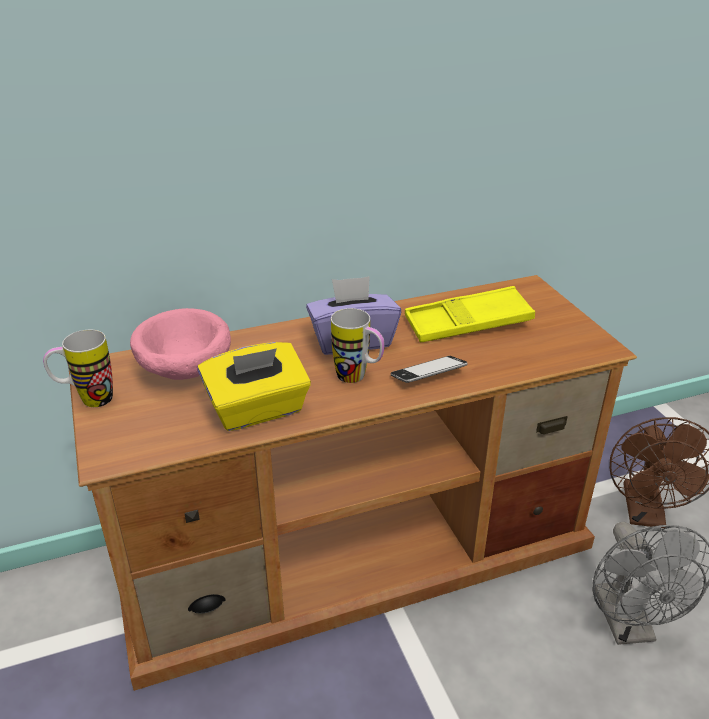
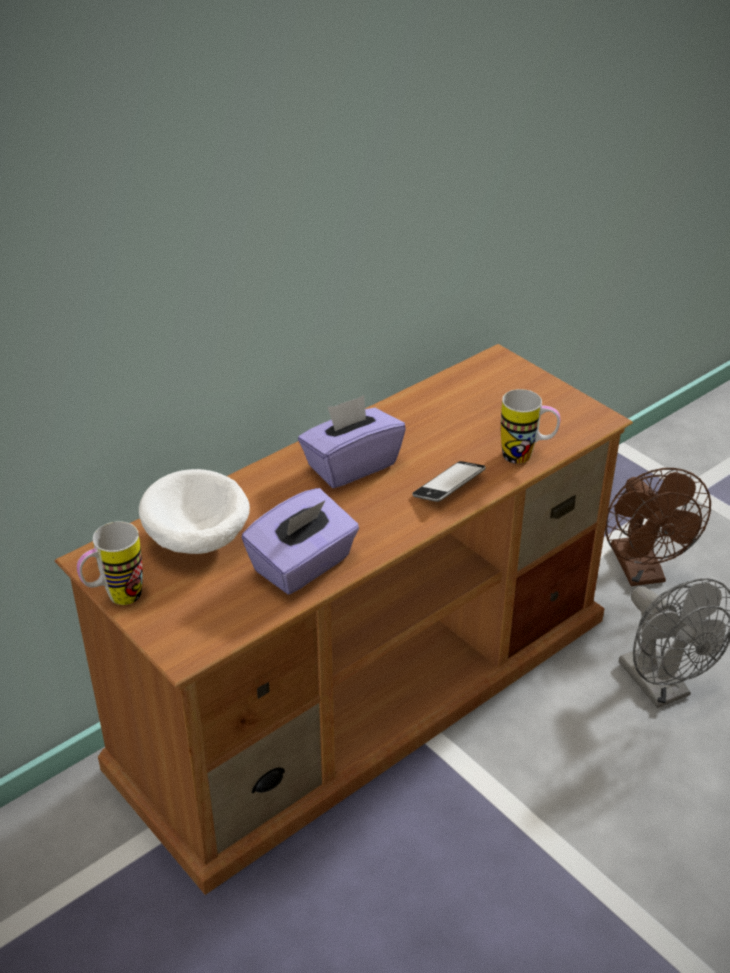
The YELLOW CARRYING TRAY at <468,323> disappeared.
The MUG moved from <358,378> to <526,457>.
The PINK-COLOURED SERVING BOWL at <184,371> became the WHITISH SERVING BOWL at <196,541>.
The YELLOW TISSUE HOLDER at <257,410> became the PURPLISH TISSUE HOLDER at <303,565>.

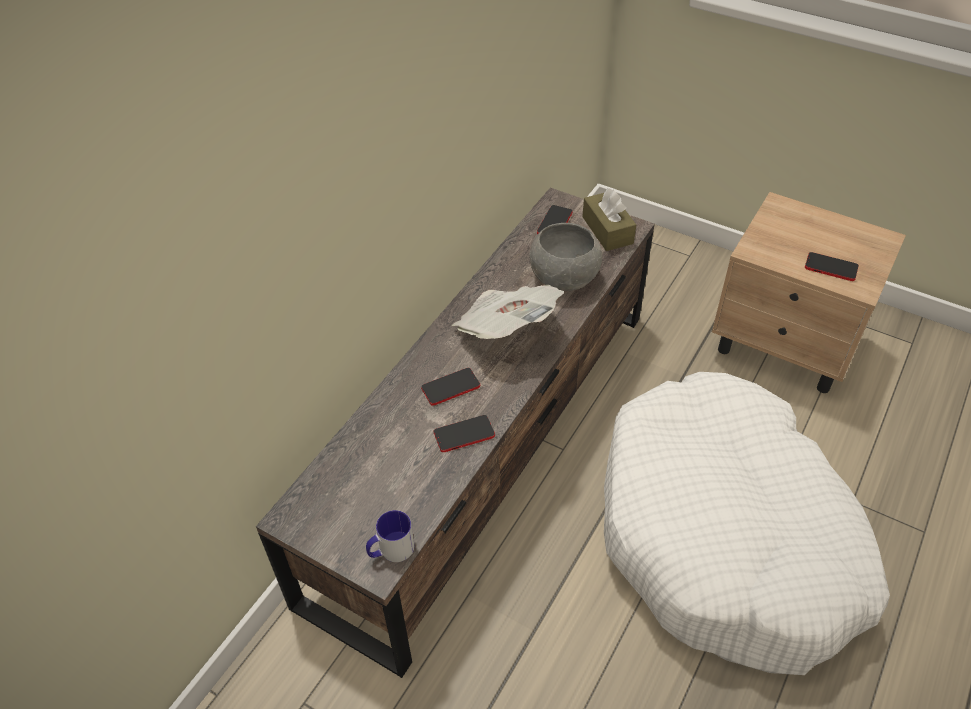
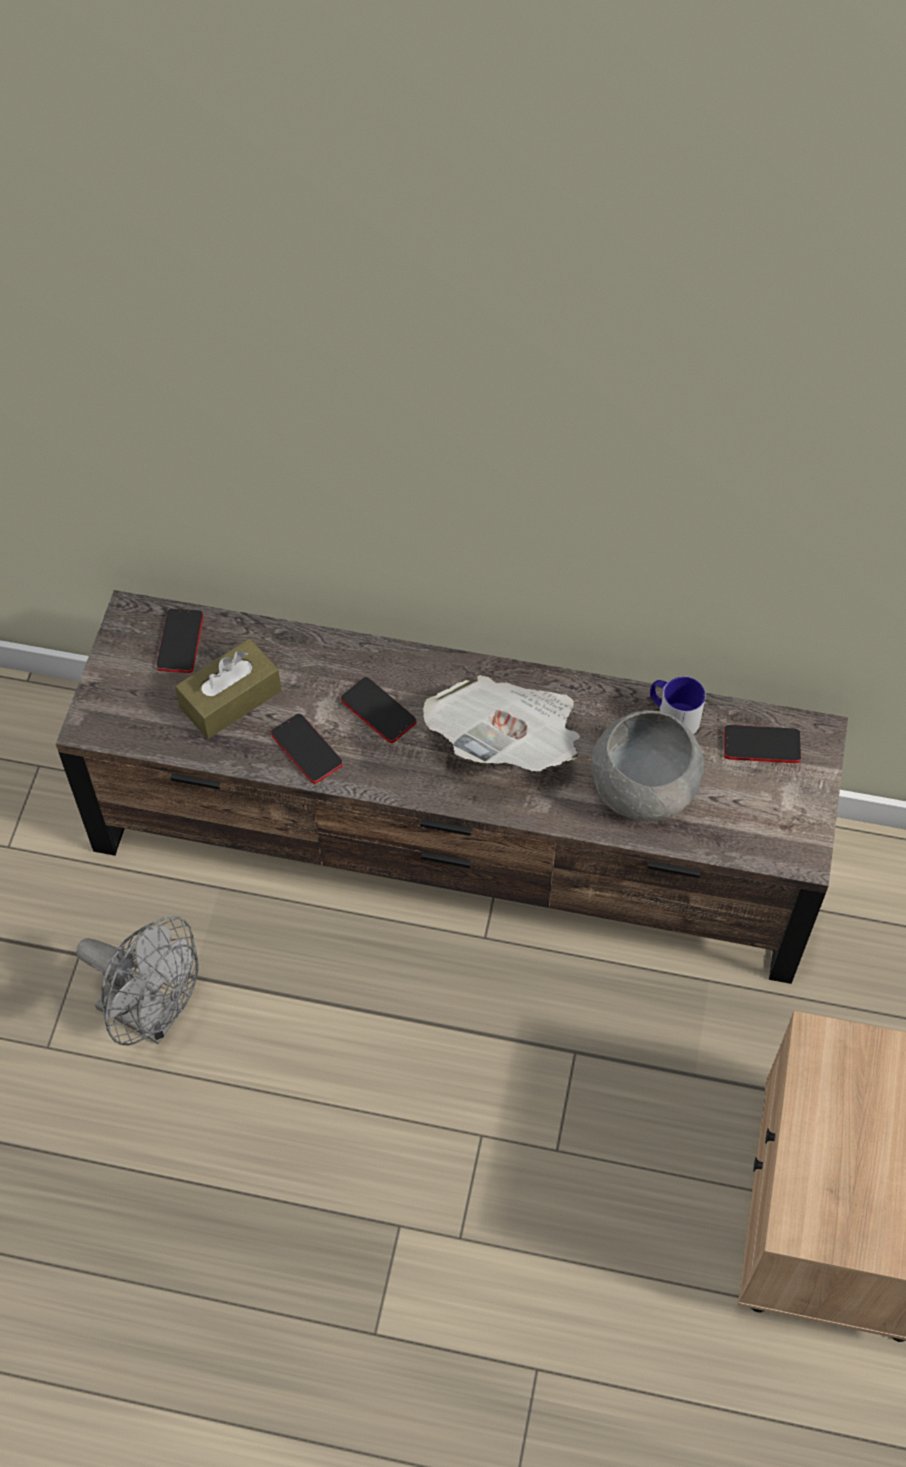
The WHITISH DOG BED at <726,537> disappeared.
The GREY ELECTRIC FAN at <152,1014> appeared.
The MUG moved from <391,550> to <672,716>.
The BROWNISH TISSUE HOLDER moved from <607,230> to <230,699>.
The HANDSET moved from <831,267> to <180,641>.

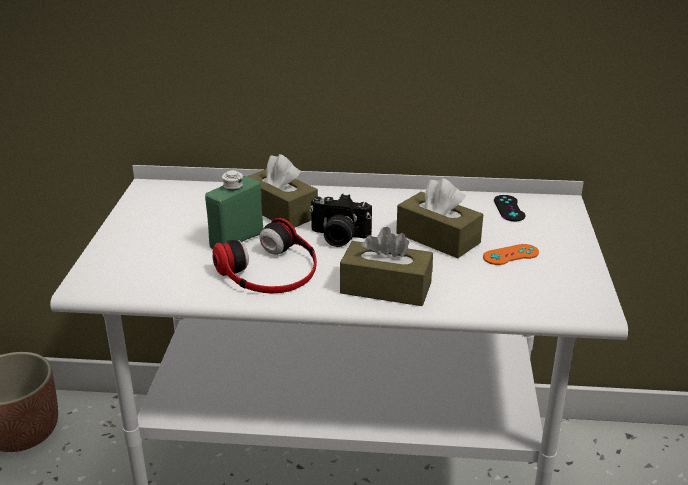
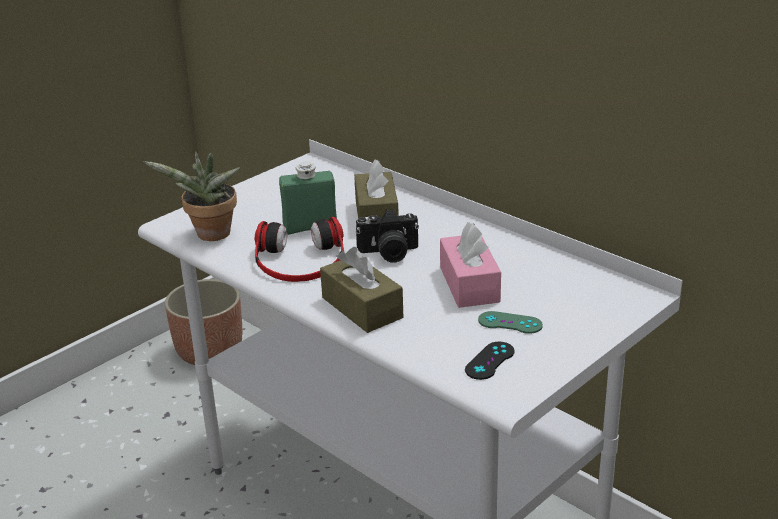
The HOUSEPLANT at <210,236> appeared.
The BLACK-COLOURED JOYPAD moved from <509,208> to <490,361>.
The BROWNISH TISSUE HOLDER at <438,238> became the PINK-COLOURED TISSUE HOLDER at <469,284>.
The ORANGE-COLOURED JOYPAD at <510,255> became the GREEN JOYPAD at <510,323>.
The STILL CAMERA at <338,237> turned 60 degrees counterclockwise.

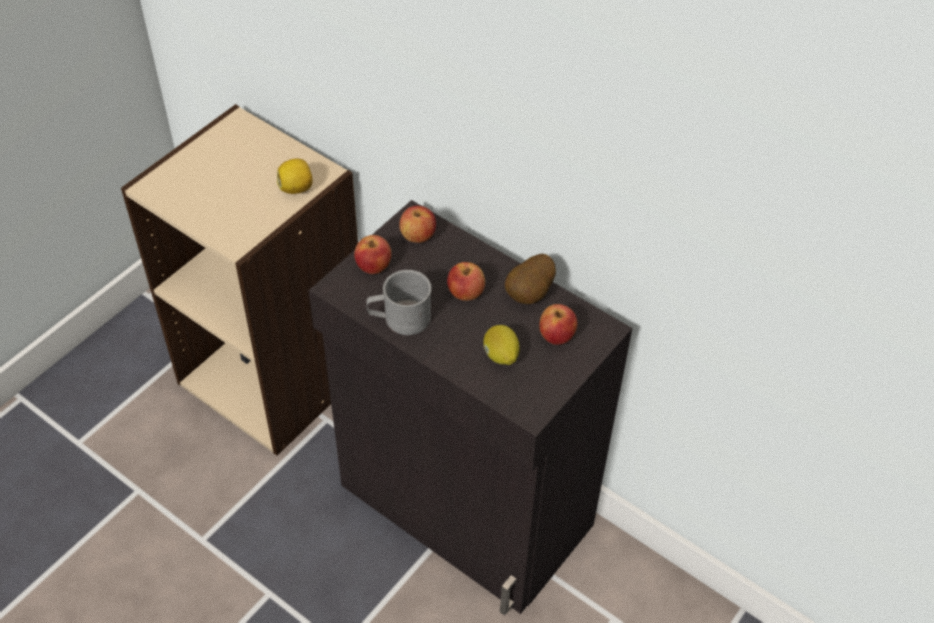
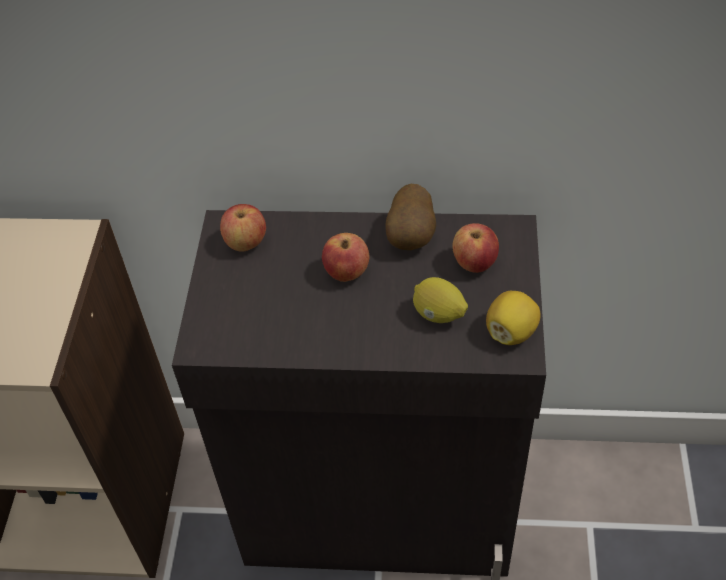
The WHOLE APPLE at <374,267> disappeared.
The GREY MUG at <399,318> disappeared.
The WHOLE LEMON moved from <296,188> to <511,332>.

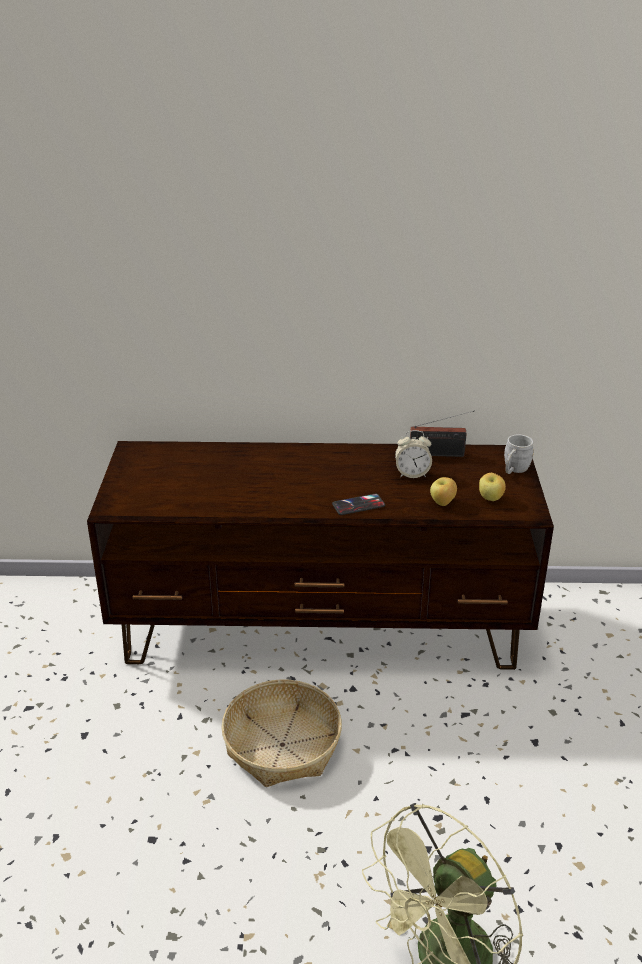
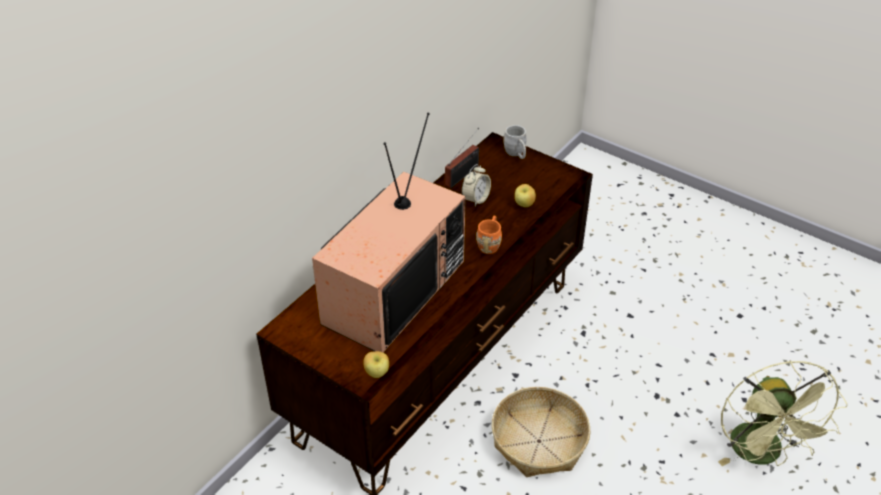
The TV SET at <393,289> appeared.
The WHOLE APPLE moved from <490,498> to <377,373>.
The HANDSET at <358,505> was replaced by the ORANGE-COLOURED MUG at <490,243>.

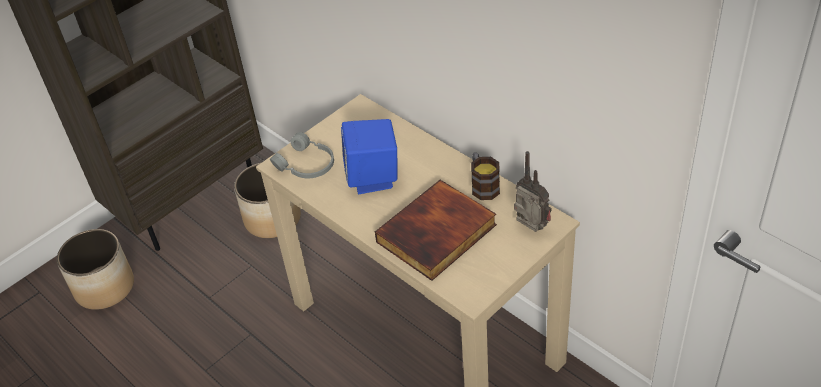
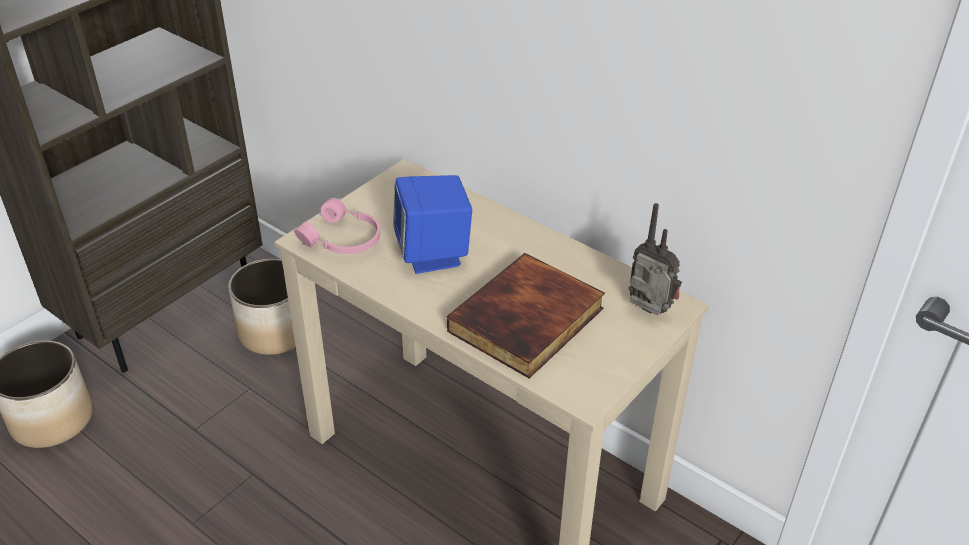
The MUG at <483,185> disappeared.
The GREY HEADPHONES at <306,165> became the PINK-COLOURED HEADPHONES at <342,240>.

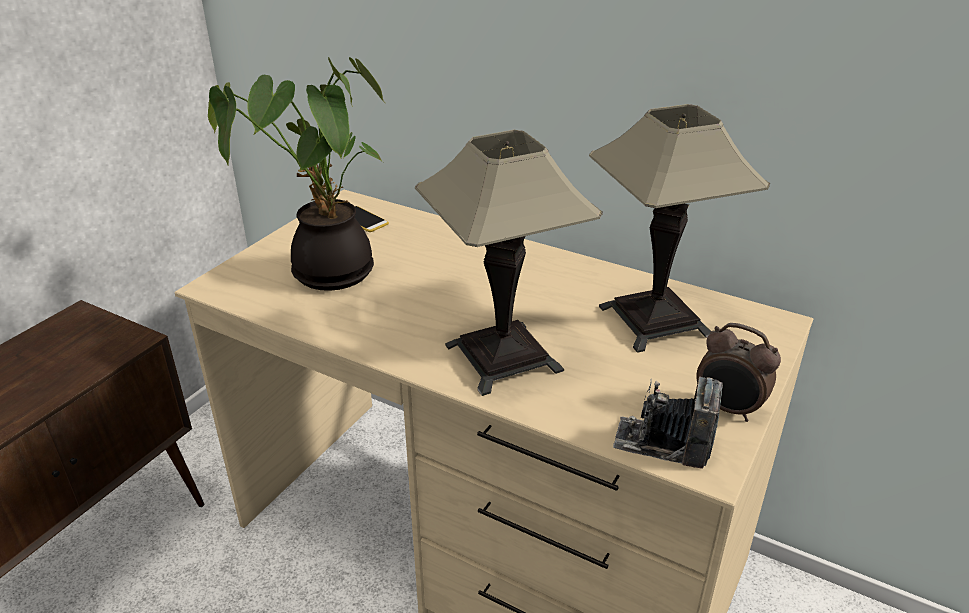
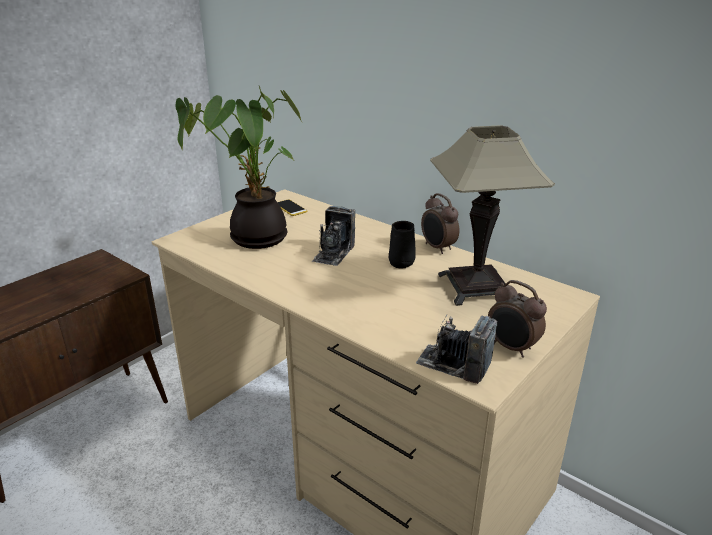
The TABLETOP LAMP at <503,357> disappeared.
The STILL CAMERA at <334,253> appeared.
The BLACK-COLOURED MUG at <402,262> appeared.
The TABLE CLOCK at <437,248> appeared.

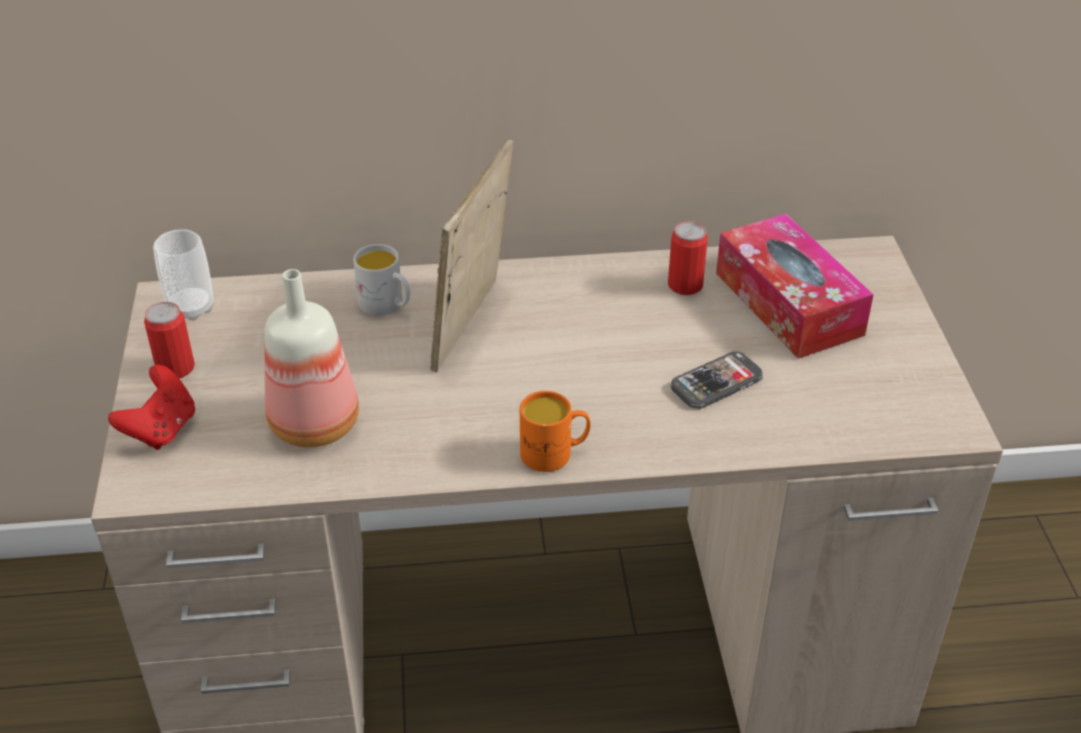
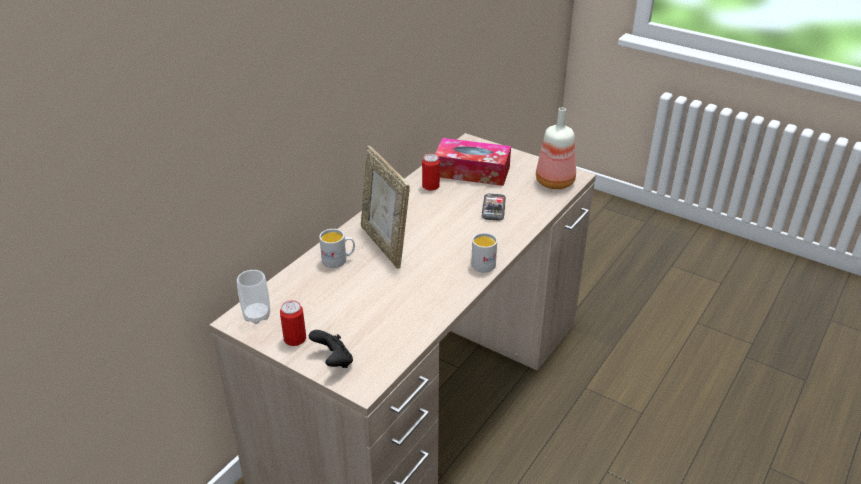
The BOTTLE moved from <318,423> to <555,181>.
The RED-COLOURED JOYPAD at <161,429> became the BLACK-COLOURED JOYPAD at <333,361>.
The ORANGE-COLOURED MUG at <555,453> became the WHITISH MUG at <485,262>.

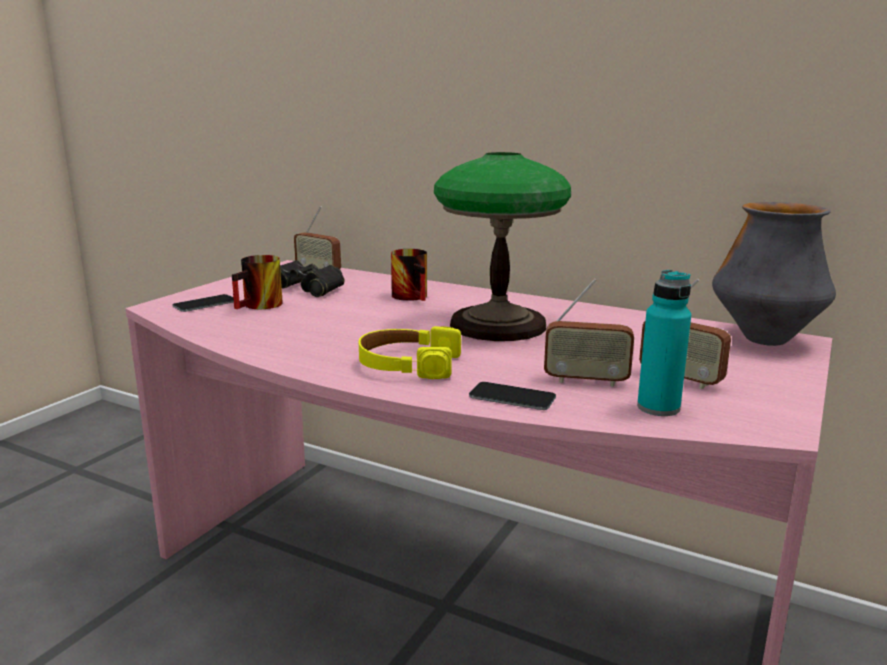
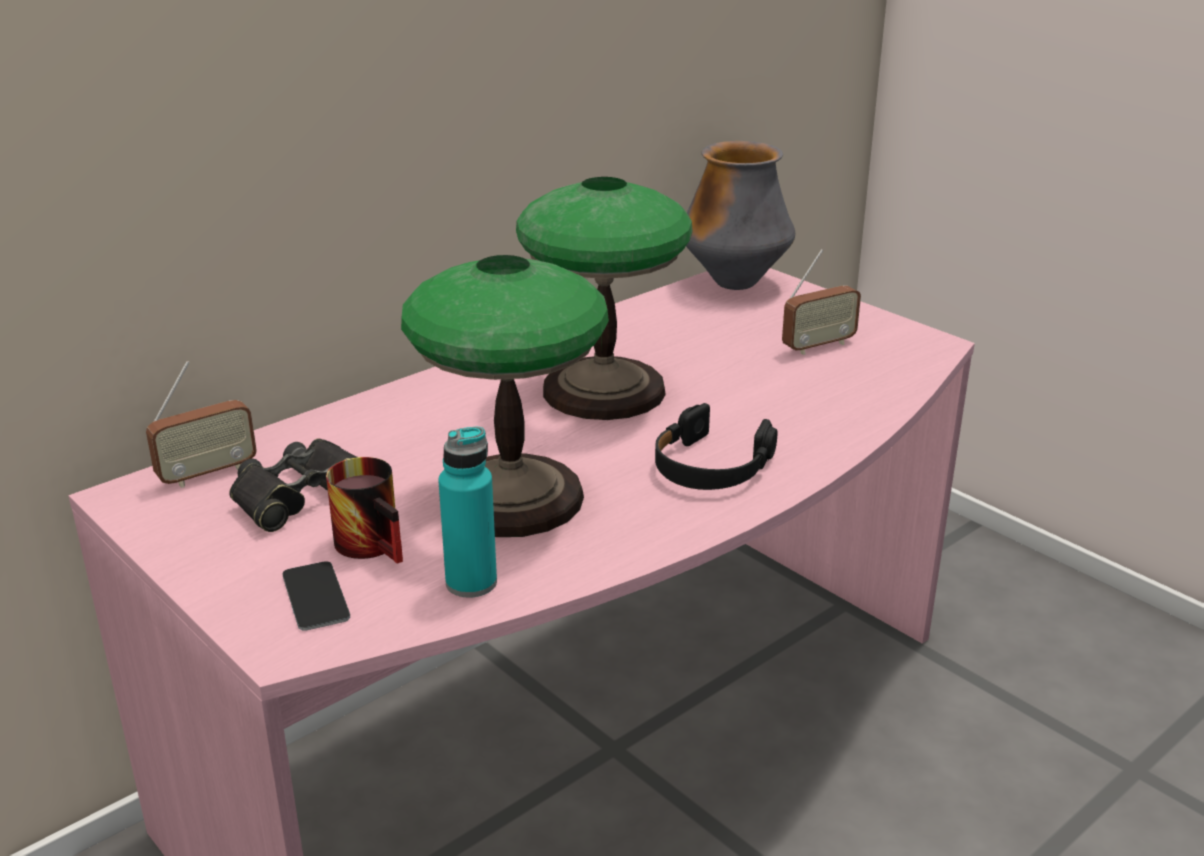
The MUG at <415,297> disappeared.
The HANDSET at <512,397> disappeared.
The RADIO RECEIVER at <586,381> disappeared.
The TABLETOP LAMP at <511,498> appeared.
The BLUE-GREEN BOTTLE moved from <658,408> to <471,583>.
The YELLOW HEADPHONES at <408,364> became the BLACK-COLOURED HEADPHONES at <710,466>.

